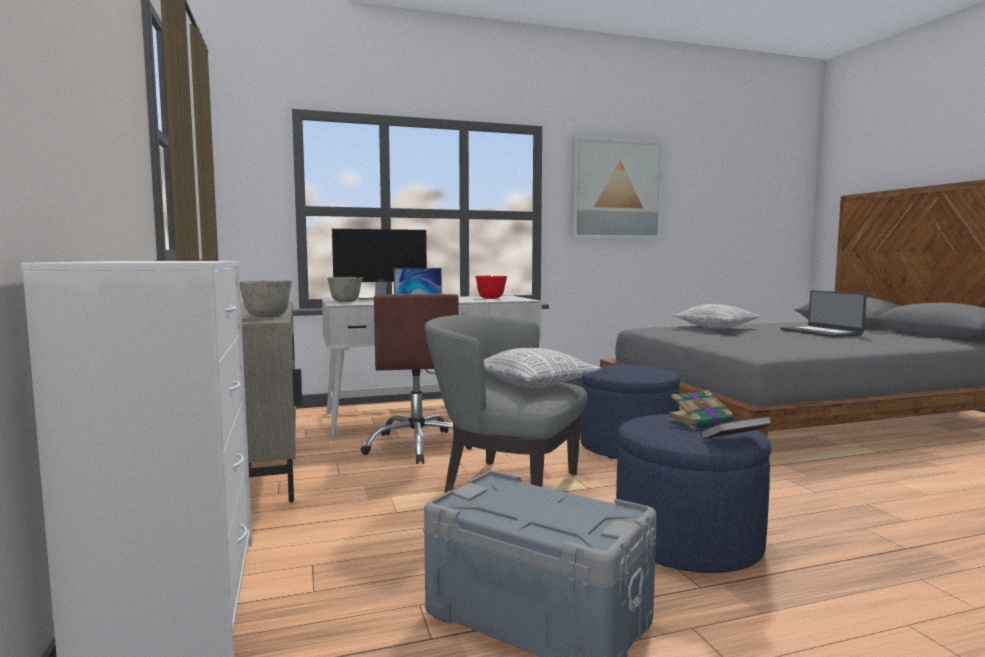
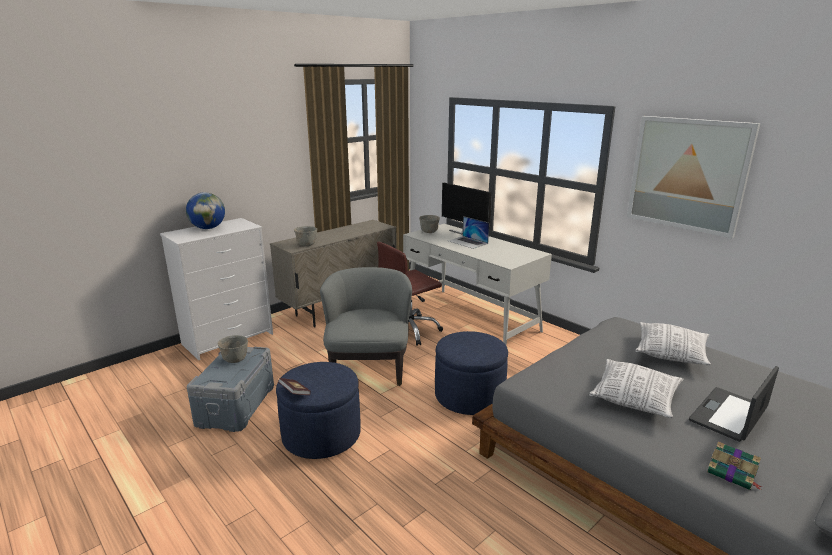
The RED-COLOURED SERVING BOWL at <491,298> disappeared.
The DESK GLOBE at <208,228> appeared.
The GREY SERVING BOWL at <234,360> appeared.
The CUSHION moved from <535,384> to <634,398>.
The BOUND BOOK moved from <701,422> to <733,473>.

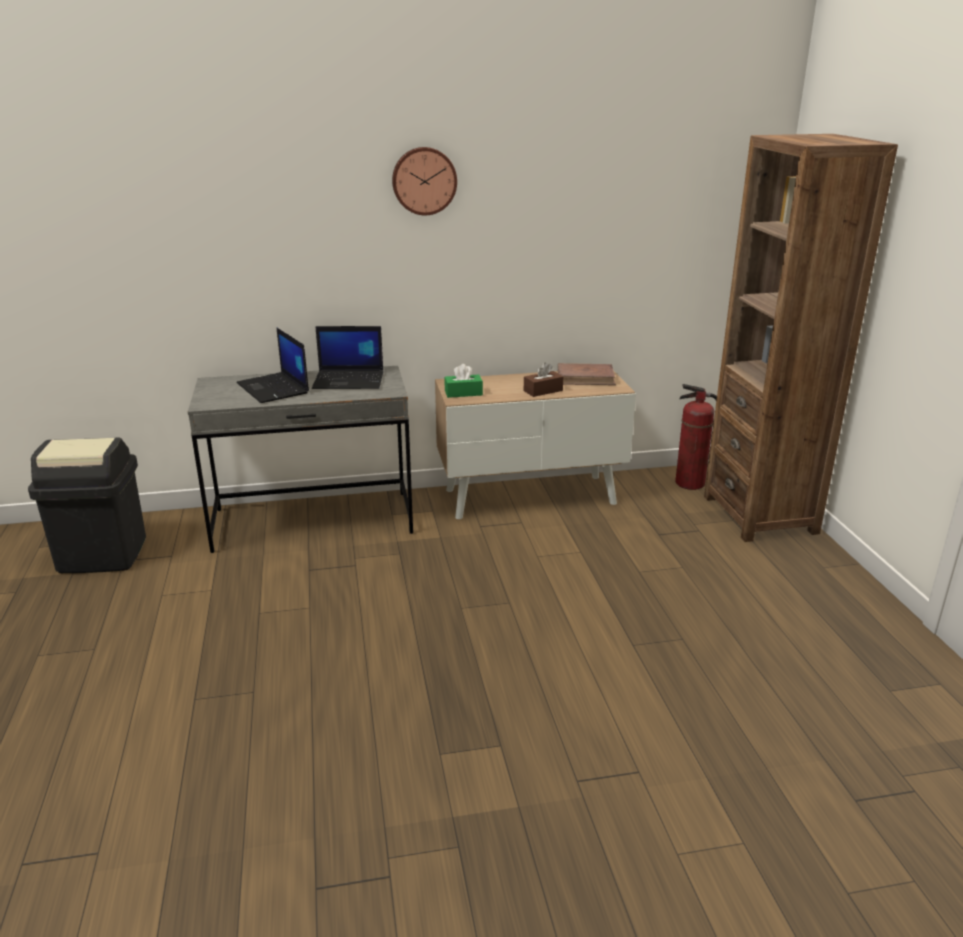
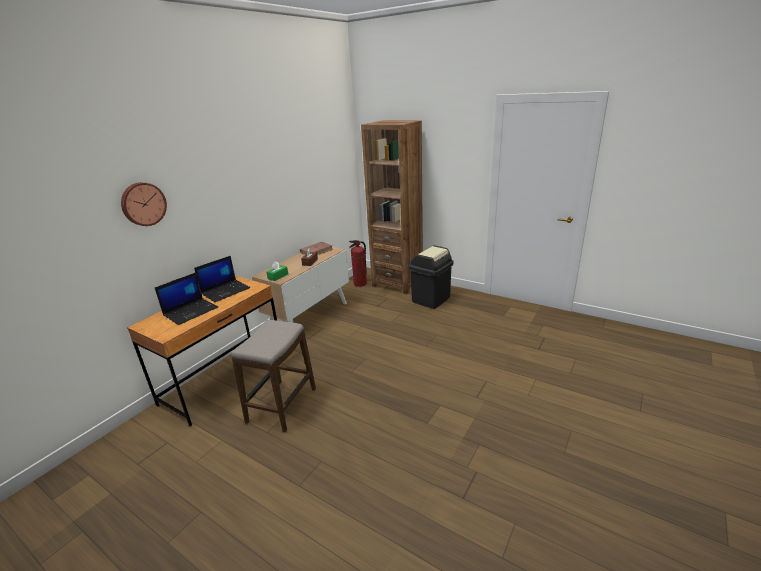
The STOOL SEAT at <282,405> appeared.
The BLACK-COLOURED RUBBISH BIN moved from <102,555> to <431,299>.
The HANGING CLOCK moved from <424,181> to <143,204>.
The GREY DESK at <313,521> became the BROWNISH DESK at <225,380>.
The PORTABLE COMPUTER at <274,388> turned 60 degrees counterclockwise.

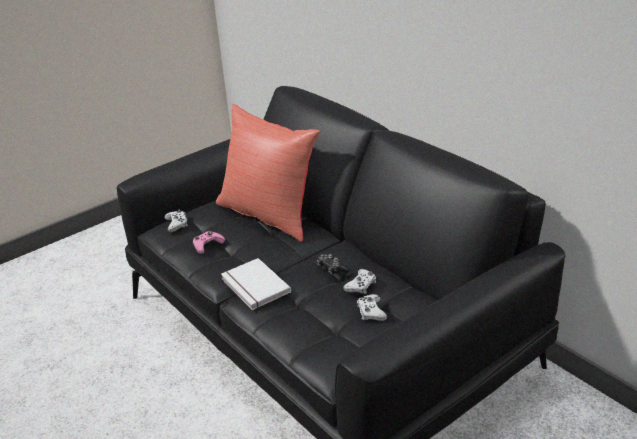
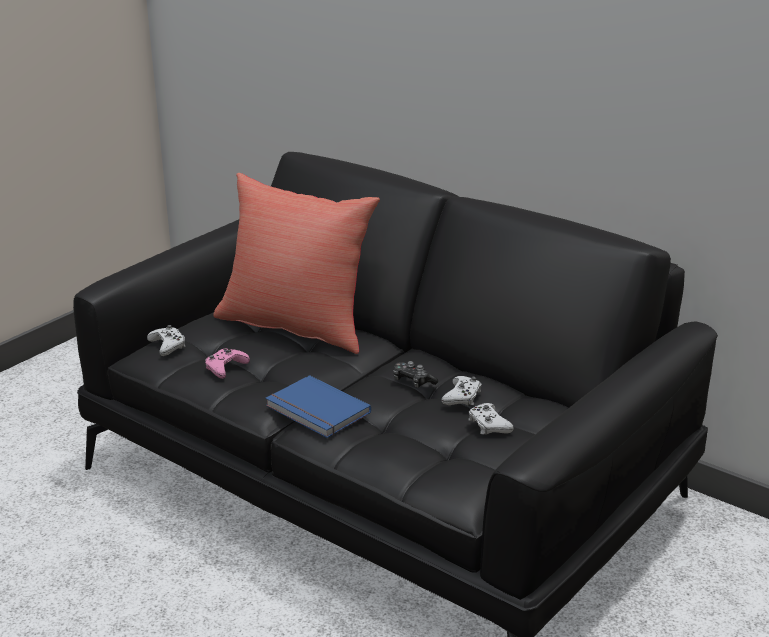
The WHITISH BOUND BOOK at <254,286> became the BLUISH BOUND BOOK at <316,411>.

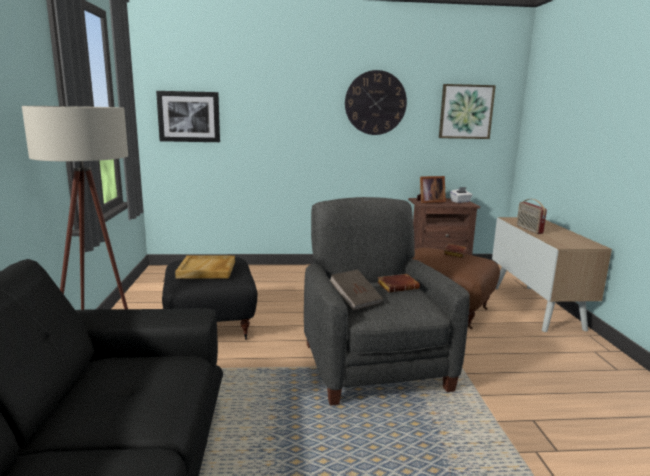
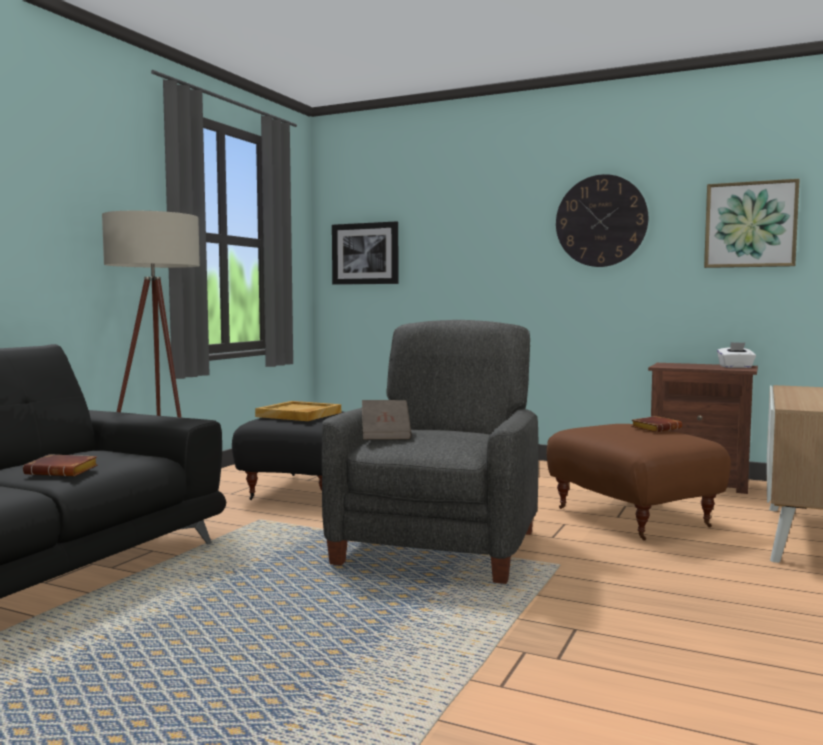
The PICTURE FRAME at <429,201> disappeared.
The RADIO RECEIVER at <528,229> disappeared.
The BROWNISH BOUND BOOK moved from <398,286> to <64,471>.

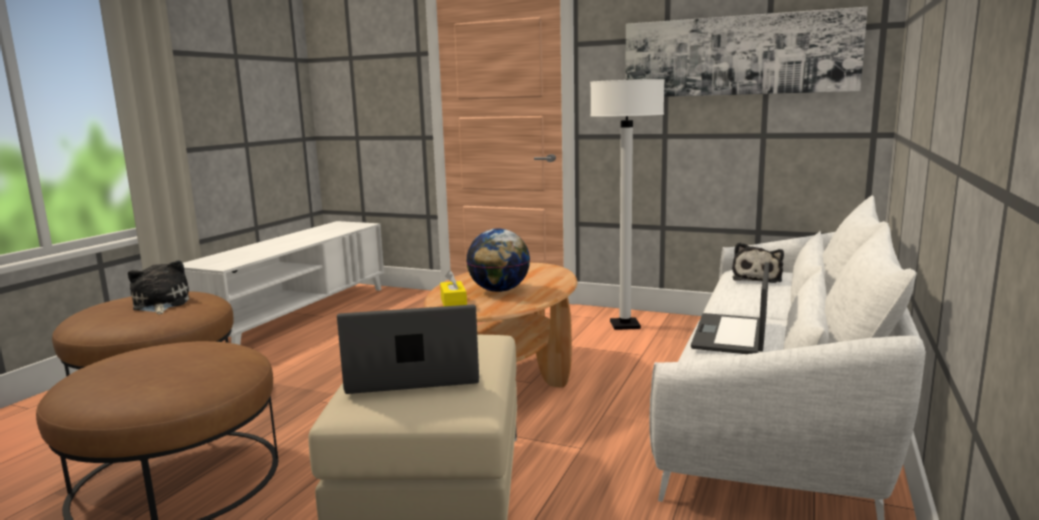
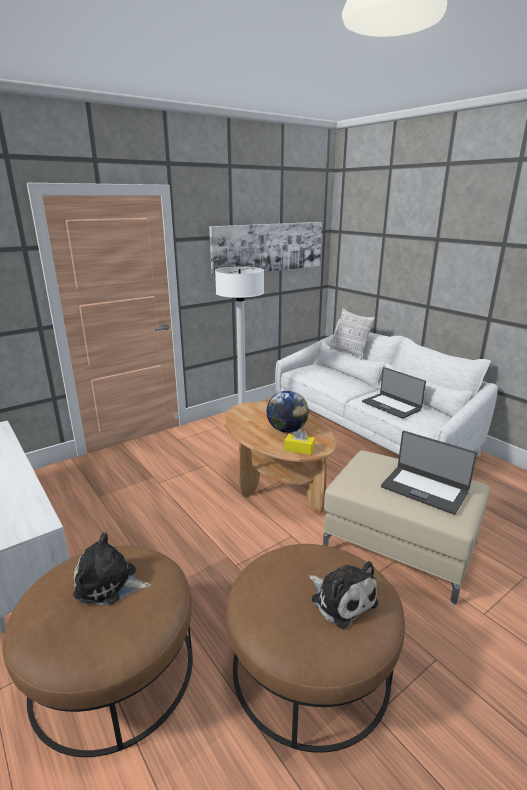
The CUSHION at <349,353> appeared.
The PLUSH TOY moved from <757,278> to <341,599>.
The PORTABLE COMPUTER at <413,375> turned 75 degrees counterclockwise.

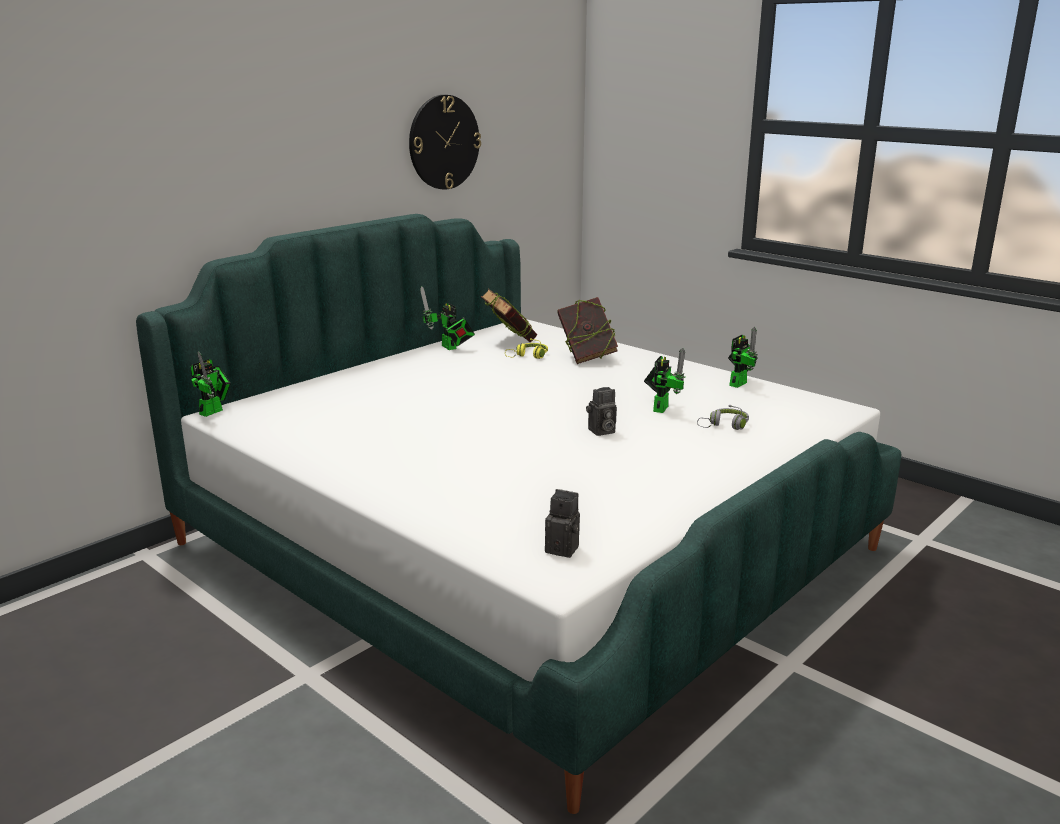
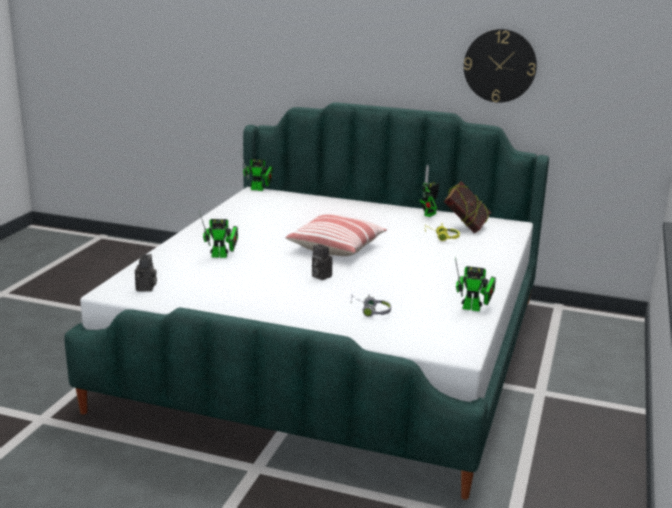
The BOUND BOOK at <586,358> disappeared.
The CUSHION at <336,247> appeared.
The MODEL ROBOT moved from <661,407> to <222,256>.

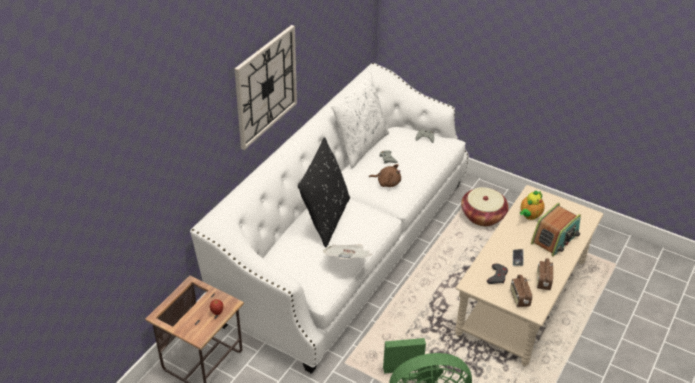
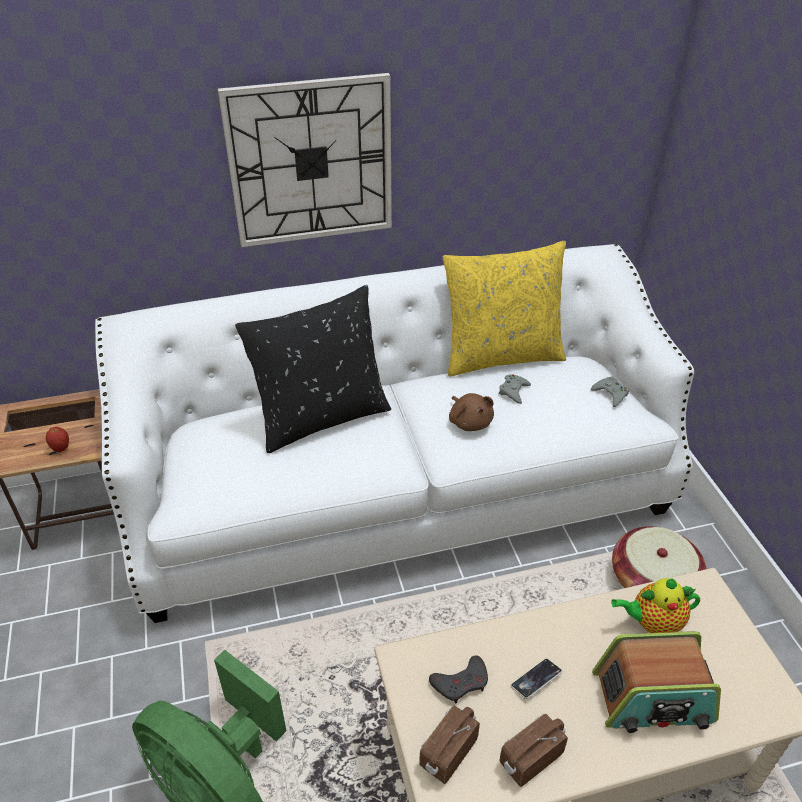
The PRINTED PAPER at <348,260> disappeared.
The WHITISH CUSHION at <360,146> became the YELLOW CUSHION at <501,356>.

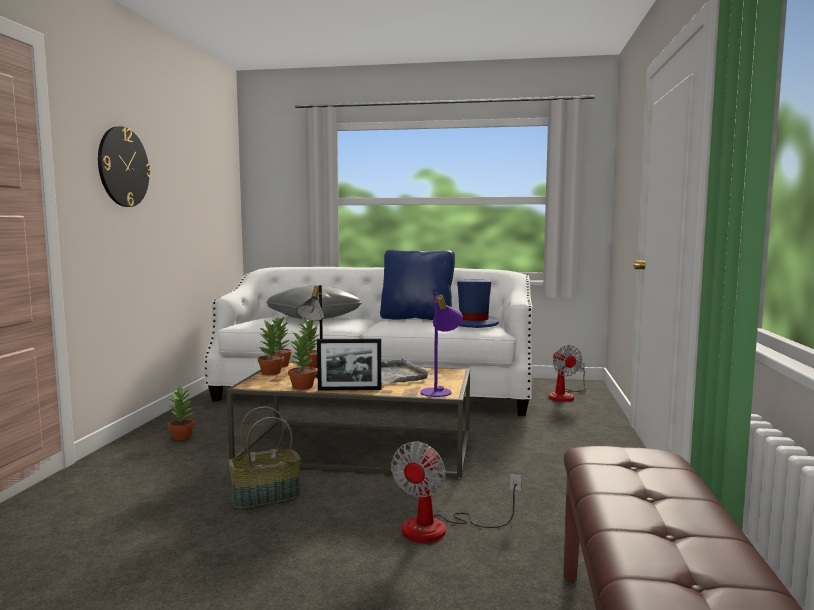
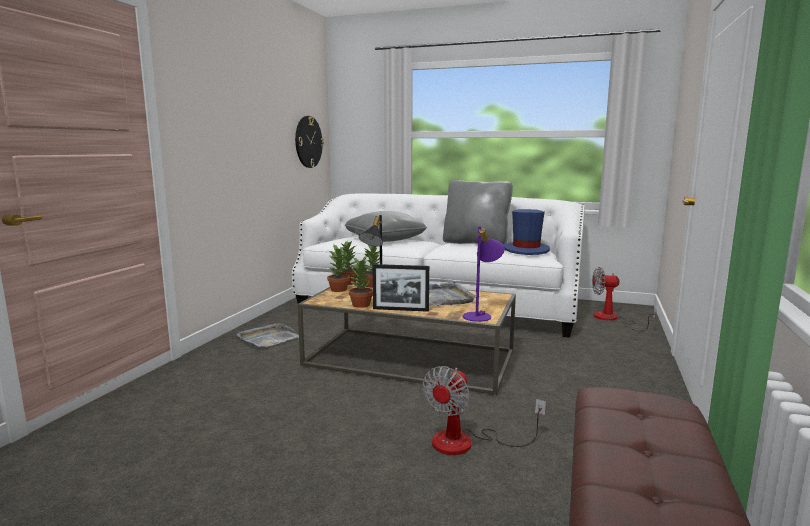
The HOUSEHOLD BASKET at <265,497> disappeared.
The HANGING CLOCK moved from <123,167> to <308,142>.
The HOUSEPLANT at <182,436> was replaced by the GREY CARRYING TRAY at <268,338>.
The BLUISH CUSHION at <417,318> became the GREY CUSHION at <476,243>.
The ELECTRIC FAN at <565,395> turned 105 degrees clockwise.

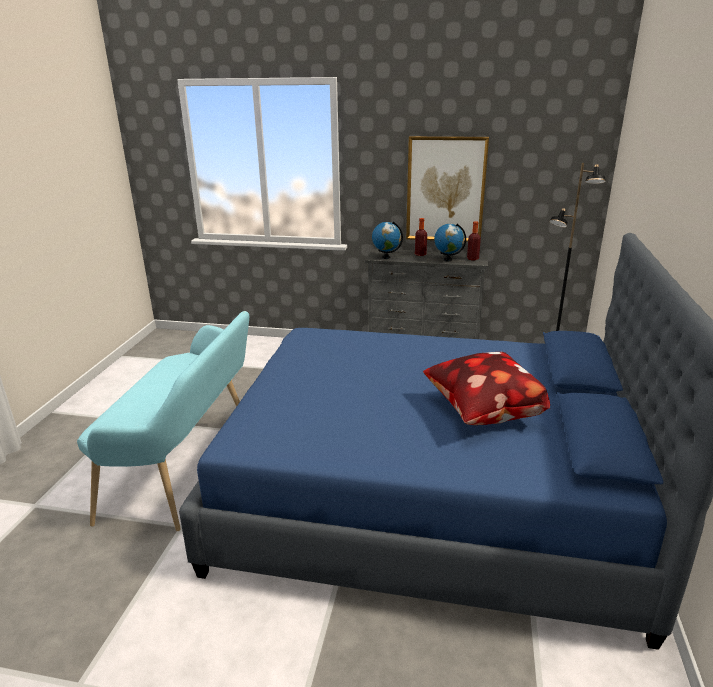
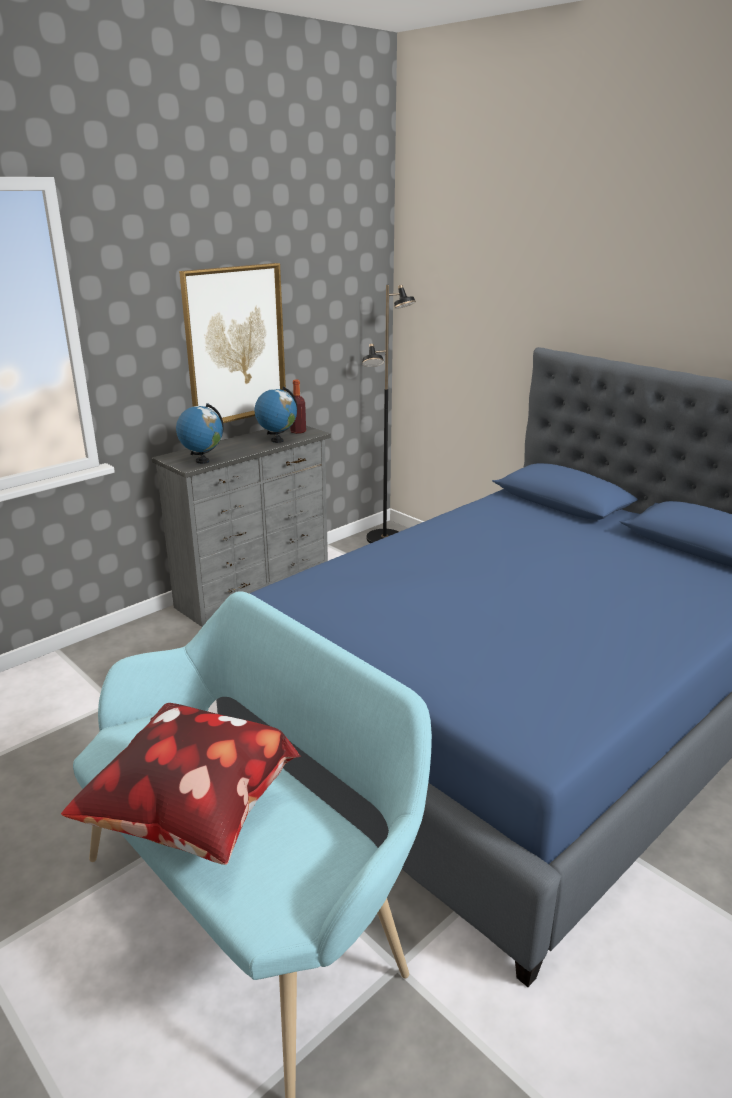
The BOTTLE at <420,254> disappeared.
The CUSHION moved from <482,414> to <193,820>.

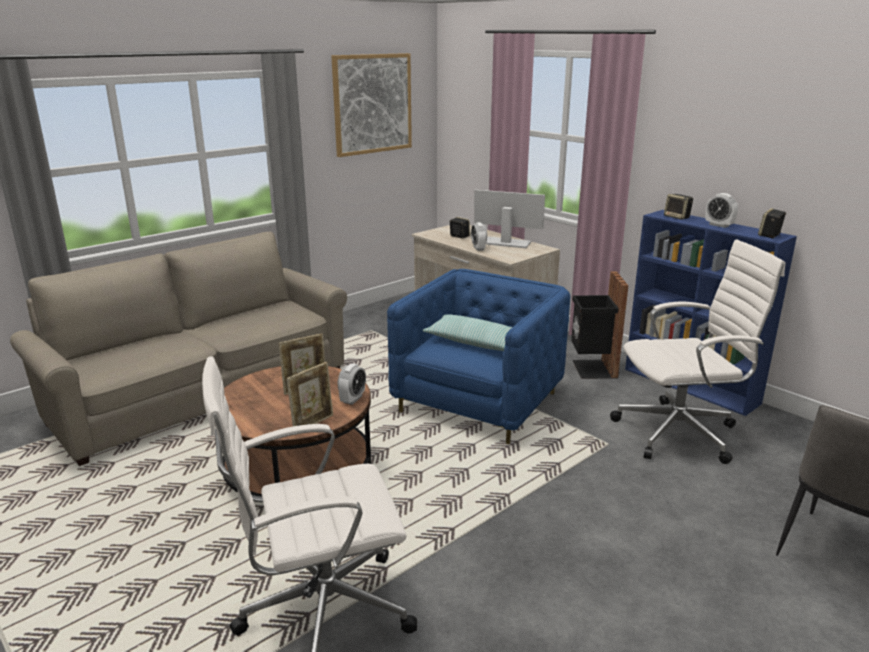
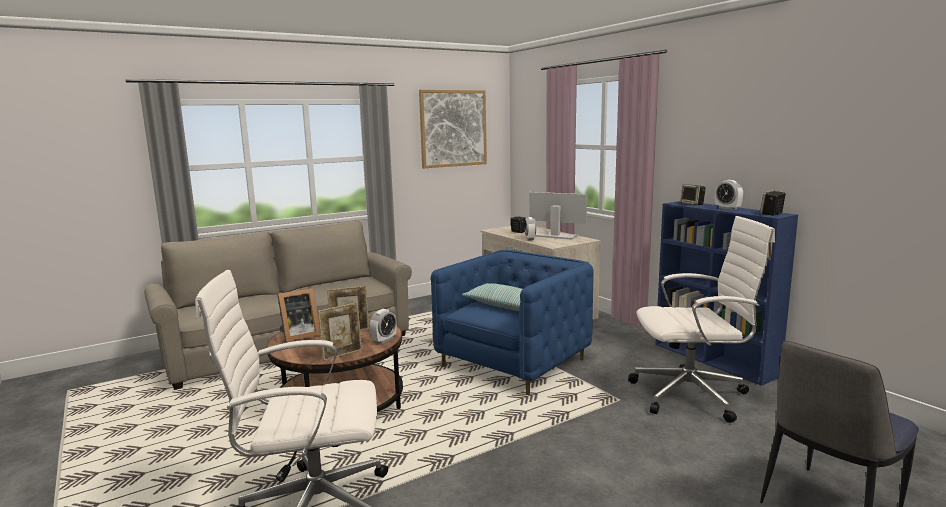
The BLACK-COLOURED RUBBISH BIN at <592,369> disappeared.
The PICTURE FRAME at <298,335> appeared.

